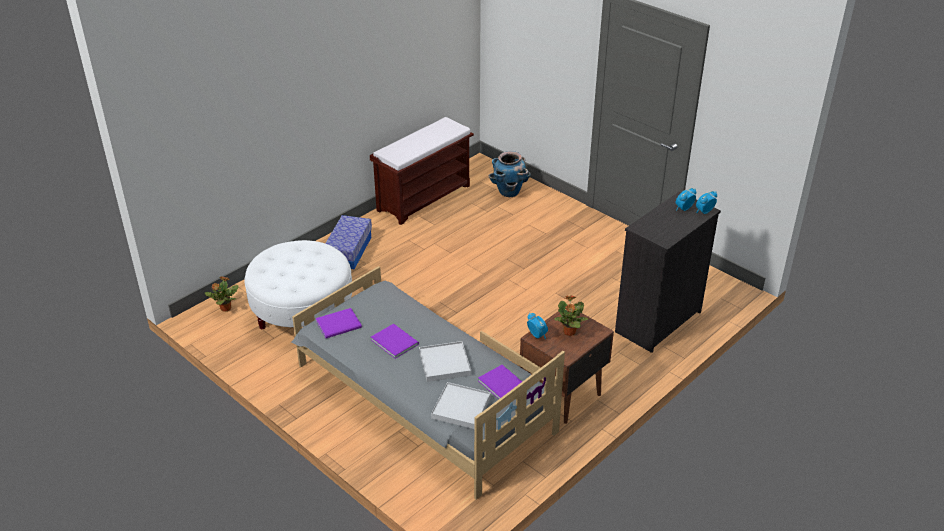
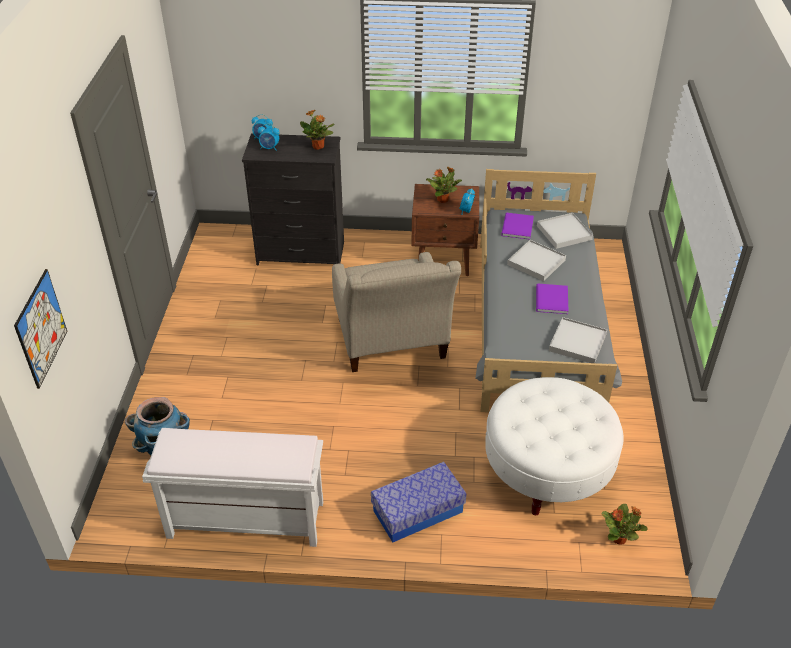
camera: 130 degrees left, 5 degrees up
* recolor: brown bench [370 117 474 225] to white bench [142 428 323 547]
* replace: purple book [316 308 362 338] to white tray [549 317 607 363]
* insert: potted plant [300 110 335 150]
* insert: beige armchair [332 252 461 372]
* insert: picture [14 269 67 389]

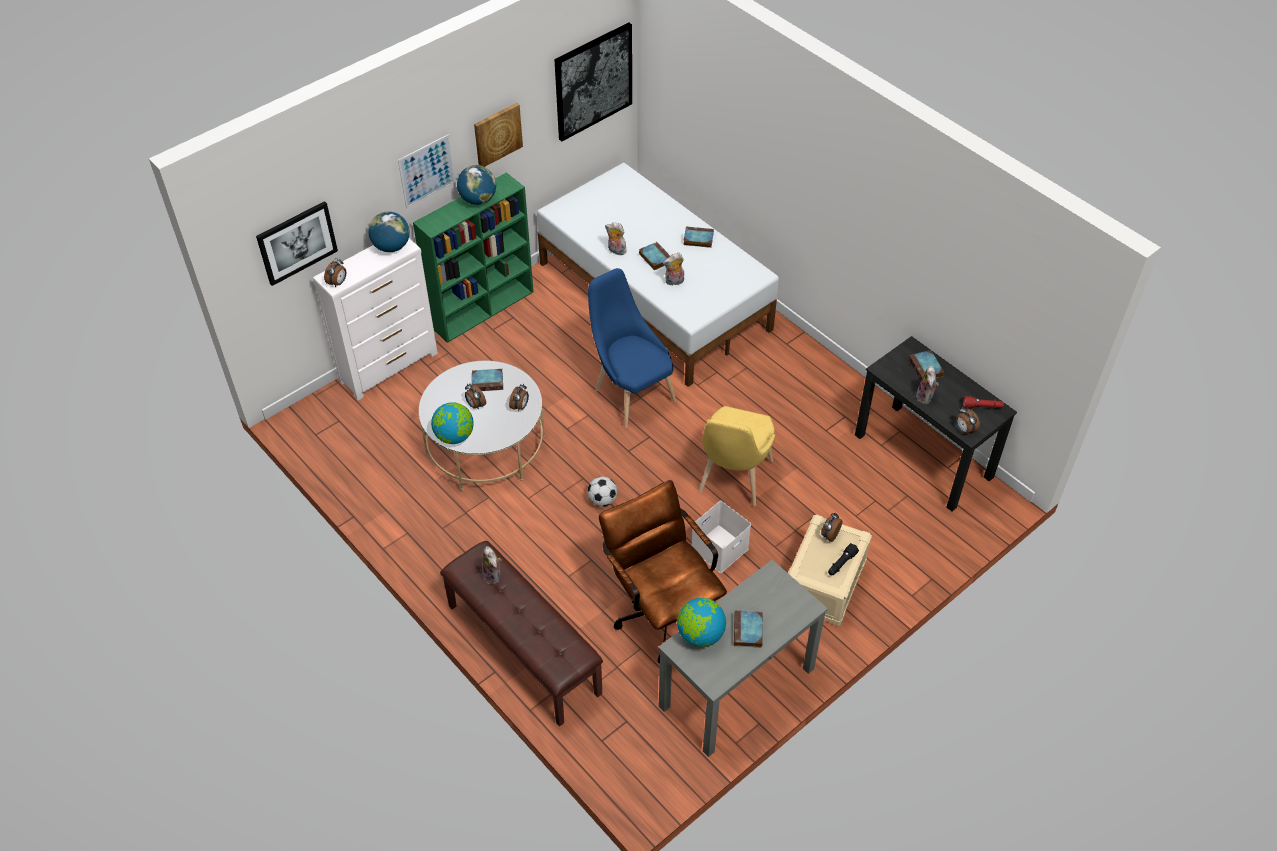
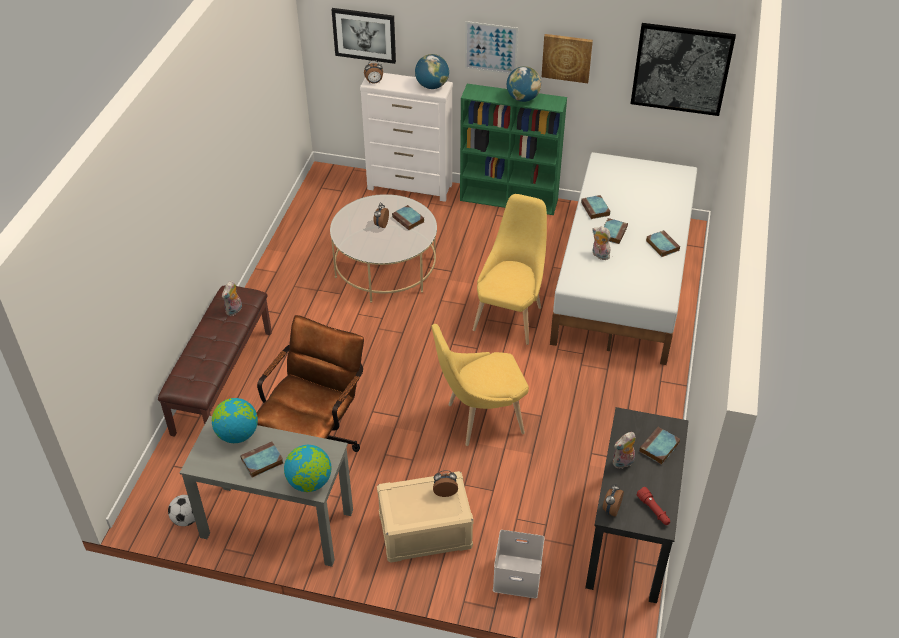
camera: 55 degrees right, 5 degrees down
* replace: plush toy [605 222 627 255] to book [581 195 610 219]
* recolor: blue chair [588 268 676 428] to yellow chair [473 194 547 345]
* delete: alarm clock [509 384 529 412]
* move: globe [431 402 473 444] to [284 445 331 492]
* move: football [588 477 617 506] to [168 495 195 526]
* move: white storage box [692 501 751 573] to [493 530 545 599]
* delete: black flashlight [828 543 859 575]

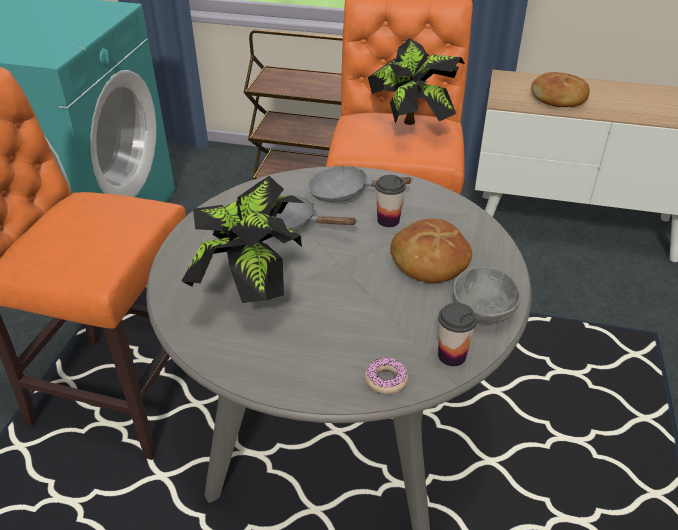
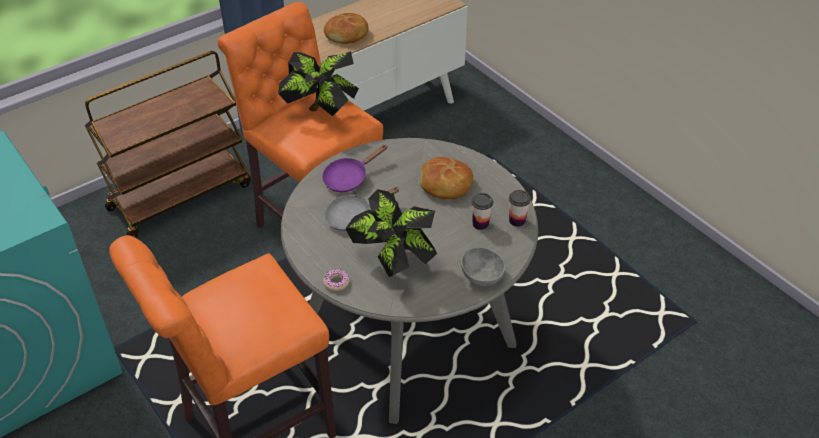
camera: 50 degrees left, 5 degrees up
* recolor: grey frying pan [308 166 413 202] to purple frying pan [322 145 388 192]
* move: cup [375 175 406 227] to [471 193 493 230]
* move: grey bowl [453 267 521 324] to [461 247 505 286]
* move: donut [365 357 408 394] to [323 269 349 291]

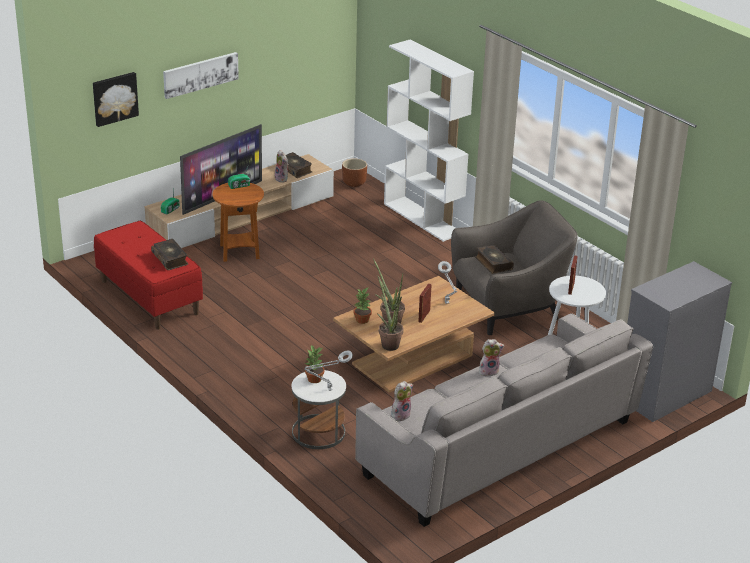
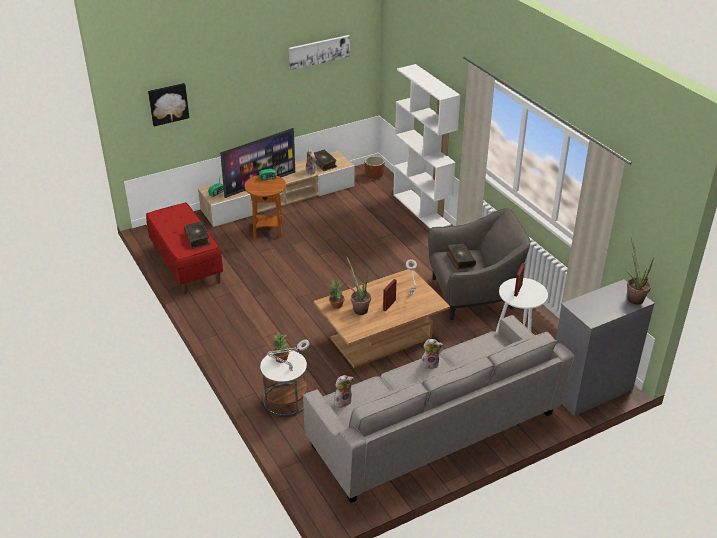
camera: 10 degrees right, 5 degrees up
* move: picture [163 52 239 99] to [289 35 350 70]
* move: potted plant [377 277 404 351] to [626 238 654 305]

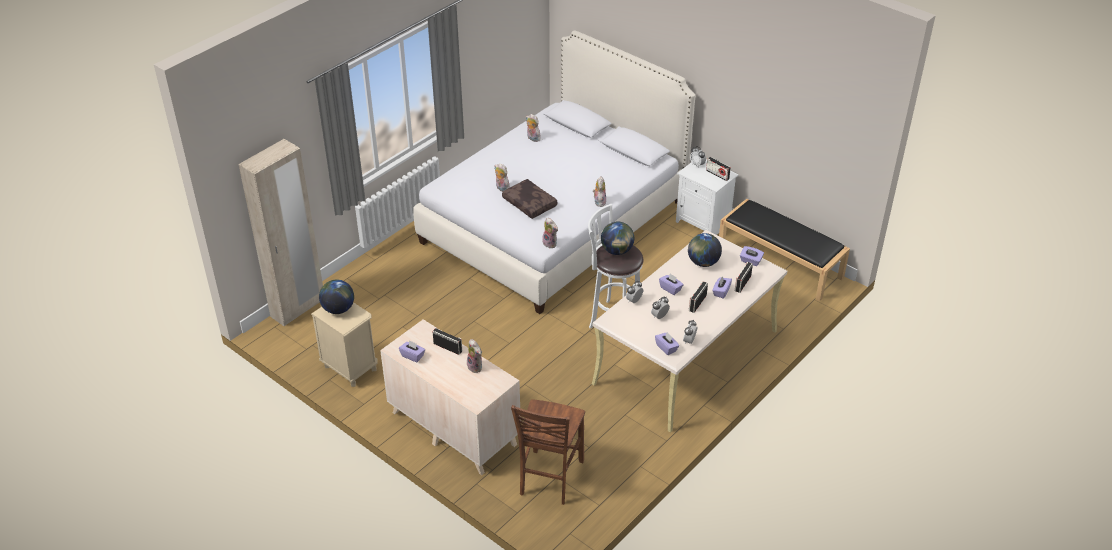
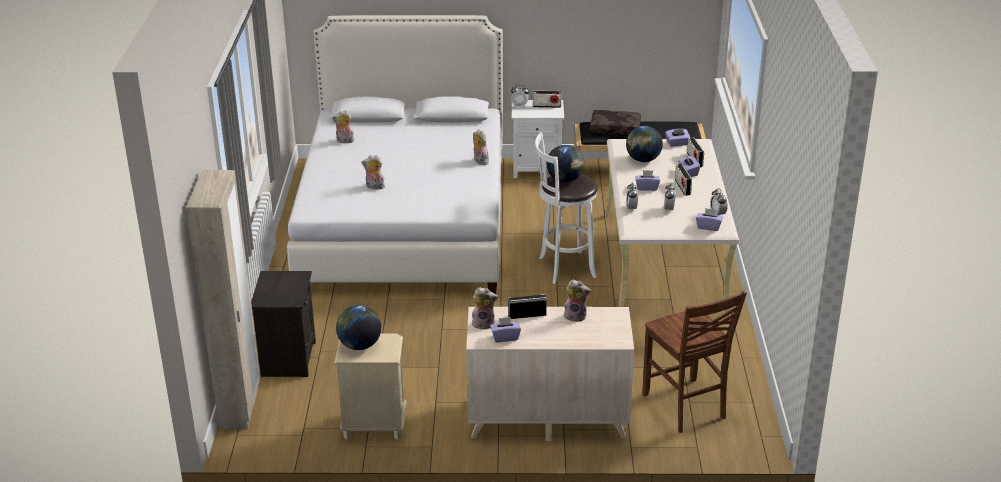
camera: 40 degrees left, 10 degrees down
* move: brown pillow [502 179 557 219] to [590 110 641 135]
* move: plush toy [542 218 558 249] to [472 287 498 329]
* insert: black nightstand [251 271 316 377]

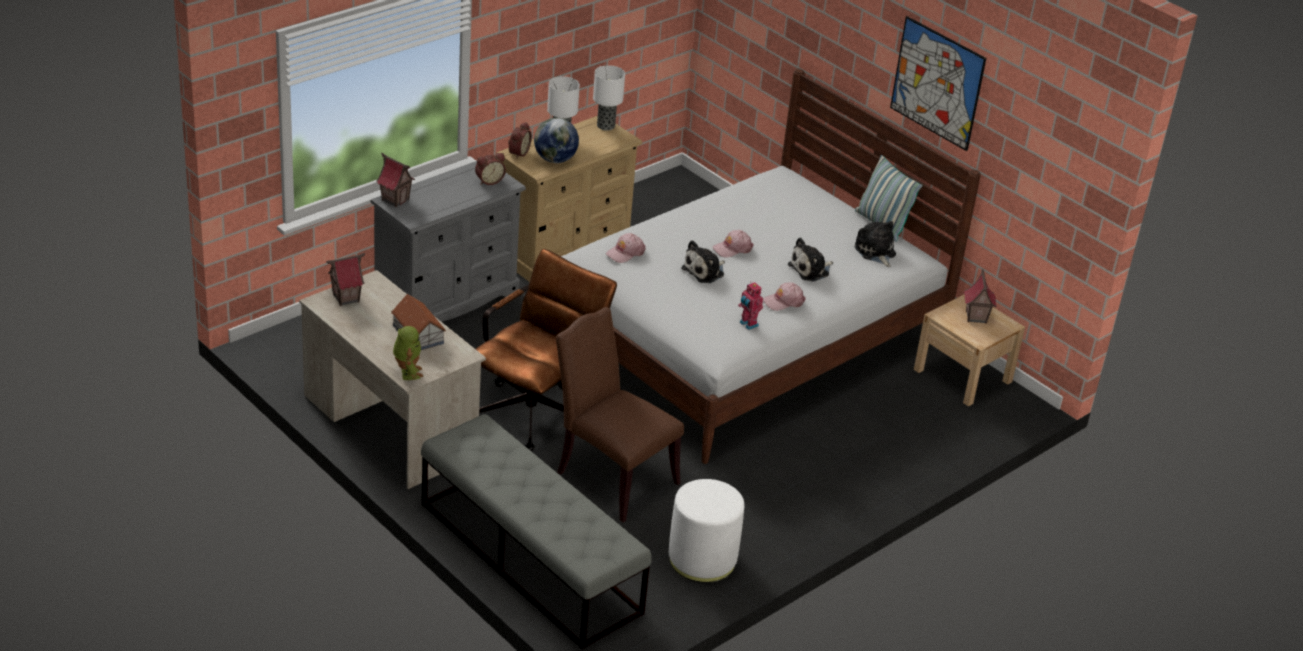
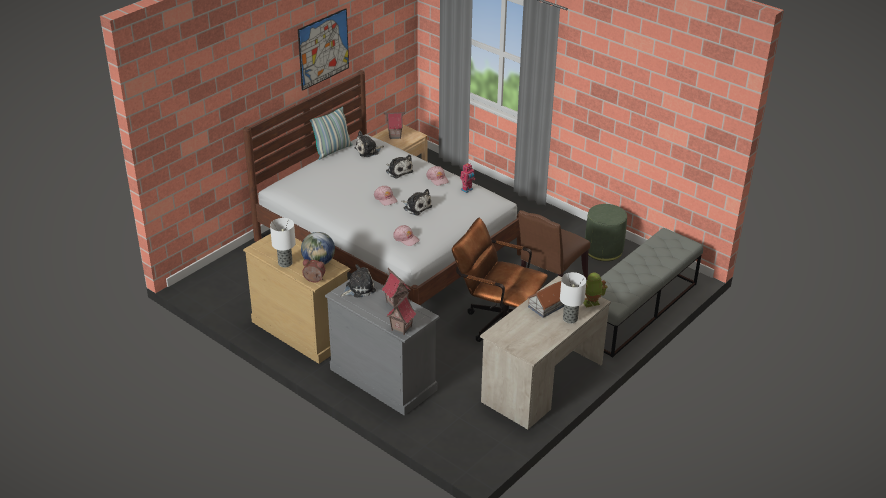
camera: 95 degrees left, 0 degrees up
* move: table lamp [593 65 625 131] to [560 272 587 323]
* replace: alarm clock [475 153 506 185] to plush toy [341 264 376 298]
* move: toy house [326 253 365 306] to [382 268 411 308]
* recolor: white ottoman [669 479 744 583] to green ottoman [585 204 627 261]

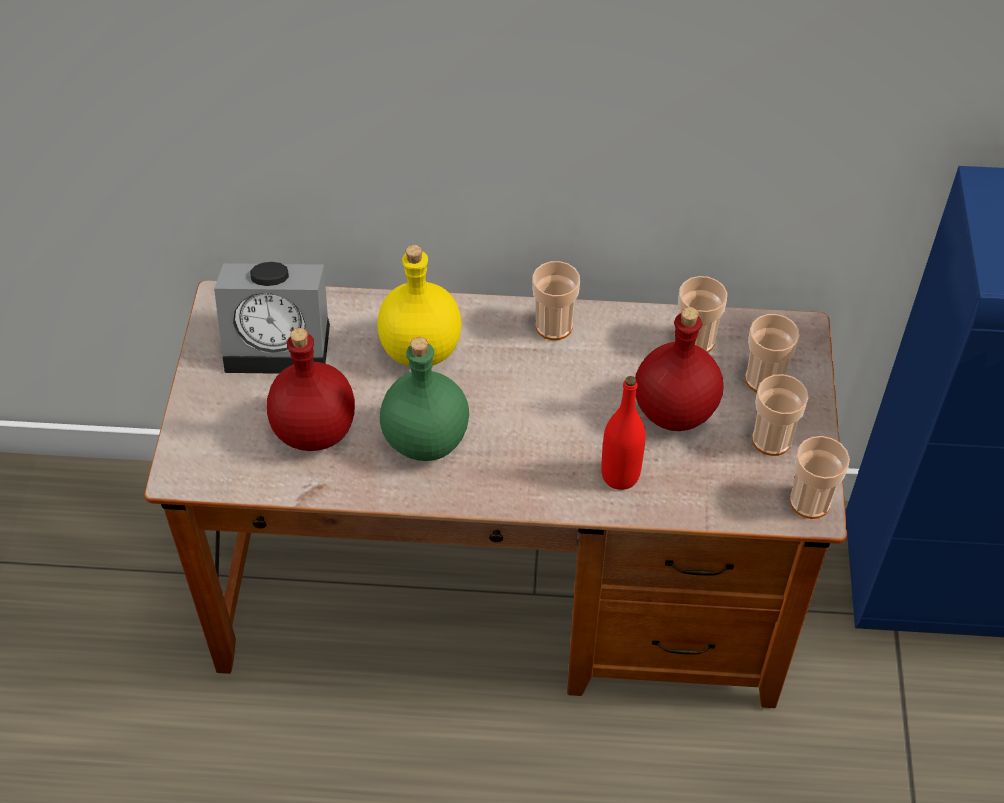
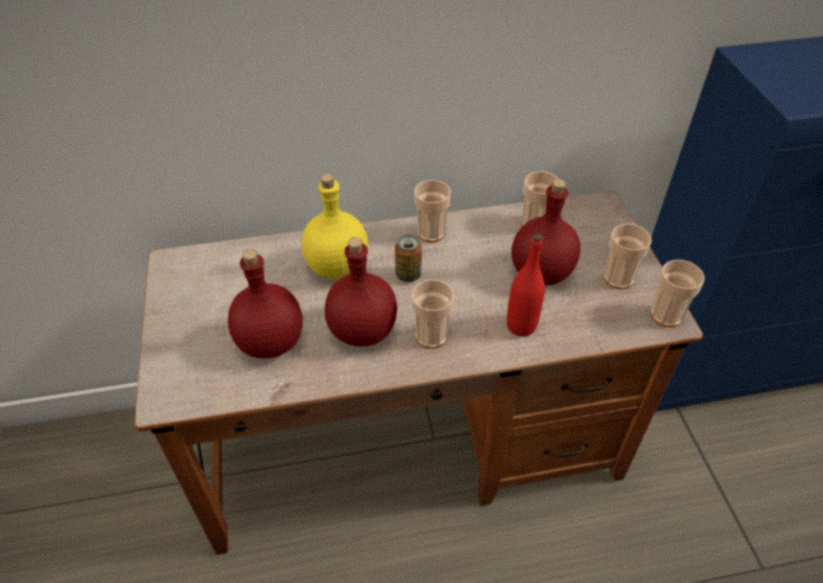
camera: 15 degrees left, 5 degrees down
* delete: alarm clock [214 262 330 374]
* move: cup [745 314 800 392] to [411 280 454 349]
* recolor: green bottle [380 337 469 461] to red bottle [325 237 397 346]
* insert: can [395 235 422 282]

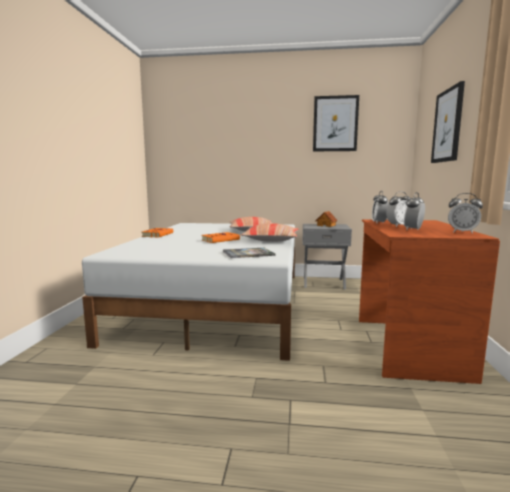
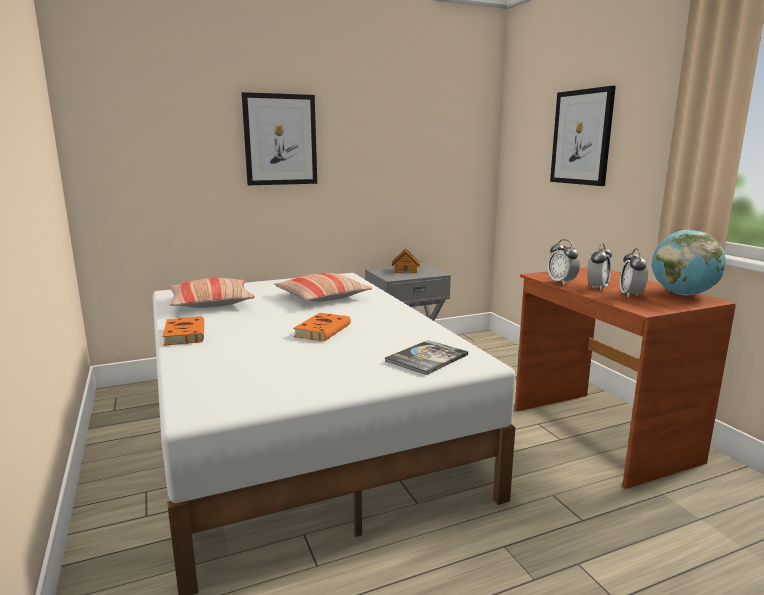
camera: 30 degrees left, 5 degrees up
* move: picture [313 95 359 151] to [241 92 317 185]
* replace: alarm clock [448 193 483 234] to globe [652 230 726 295]
* move: pillow [240 223 298 242] to [170 278 255 308]

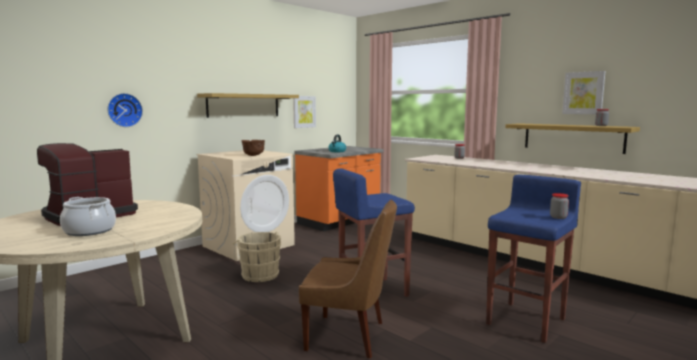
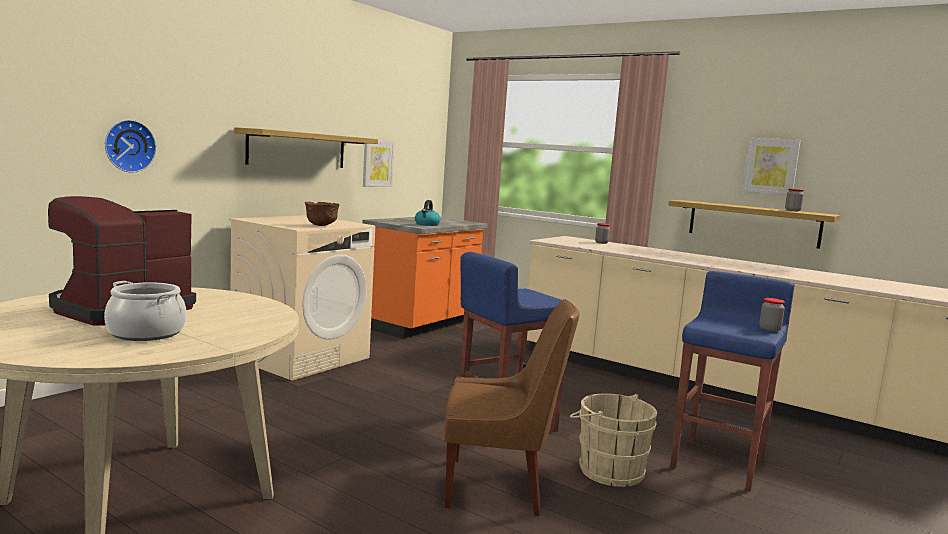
camera: 10 degrees left, 0 degrees up
* move: beige bucket [232 232 281 282] to [570 393 657 487]

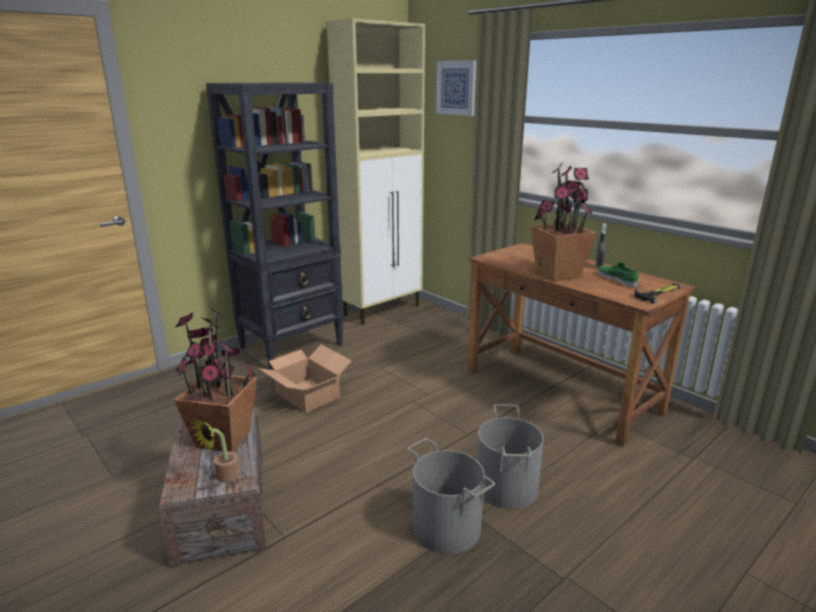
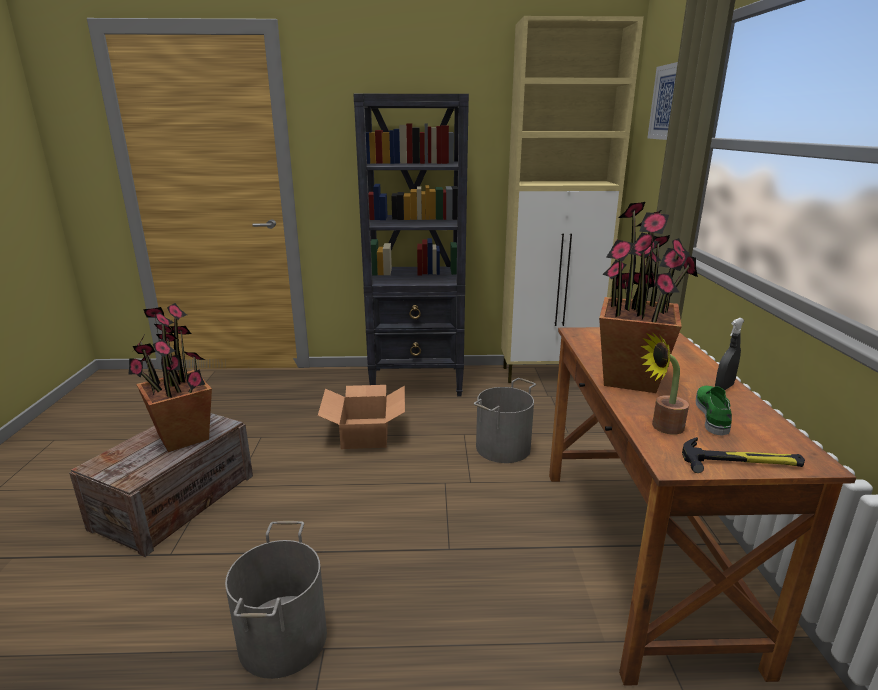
camera: 40 degrees right, 0 degrees up
* move: grey bucket [477 404 544 509] to [474 378 536 463]
* move: potted plant [191 419 240 483] to [641 332 689 435]

